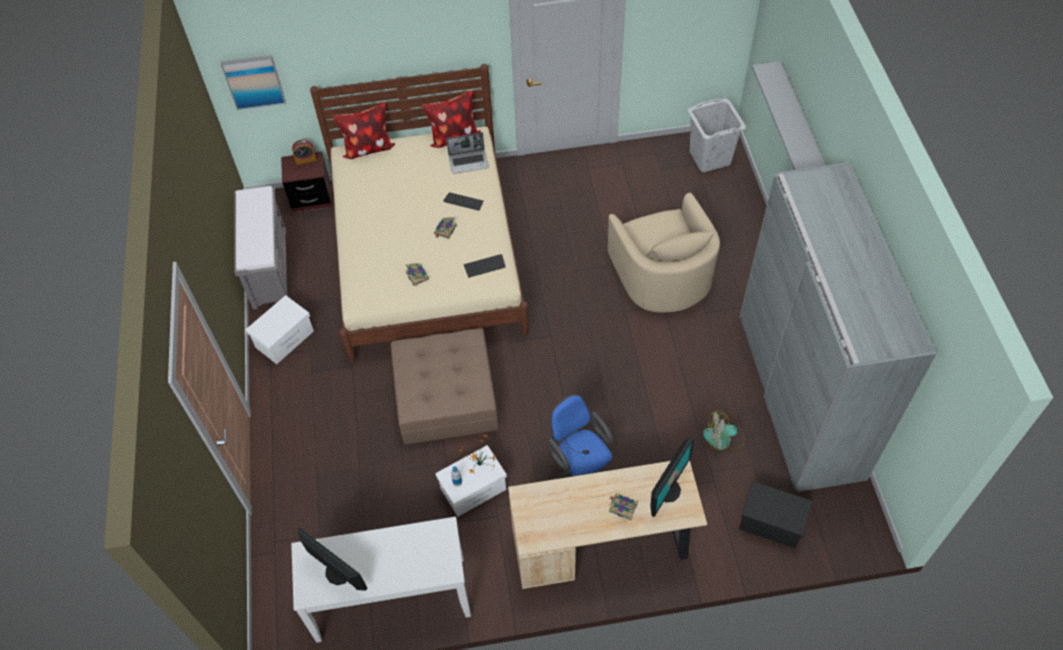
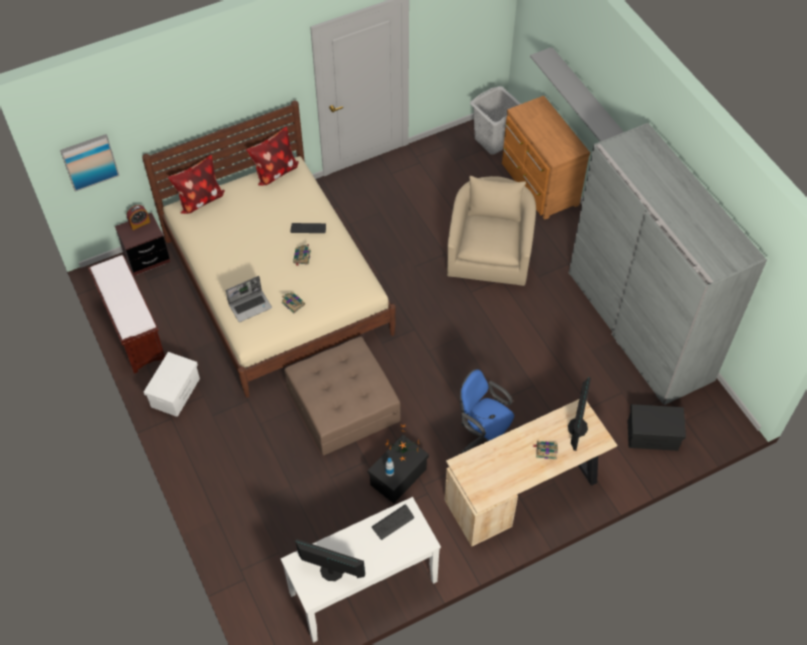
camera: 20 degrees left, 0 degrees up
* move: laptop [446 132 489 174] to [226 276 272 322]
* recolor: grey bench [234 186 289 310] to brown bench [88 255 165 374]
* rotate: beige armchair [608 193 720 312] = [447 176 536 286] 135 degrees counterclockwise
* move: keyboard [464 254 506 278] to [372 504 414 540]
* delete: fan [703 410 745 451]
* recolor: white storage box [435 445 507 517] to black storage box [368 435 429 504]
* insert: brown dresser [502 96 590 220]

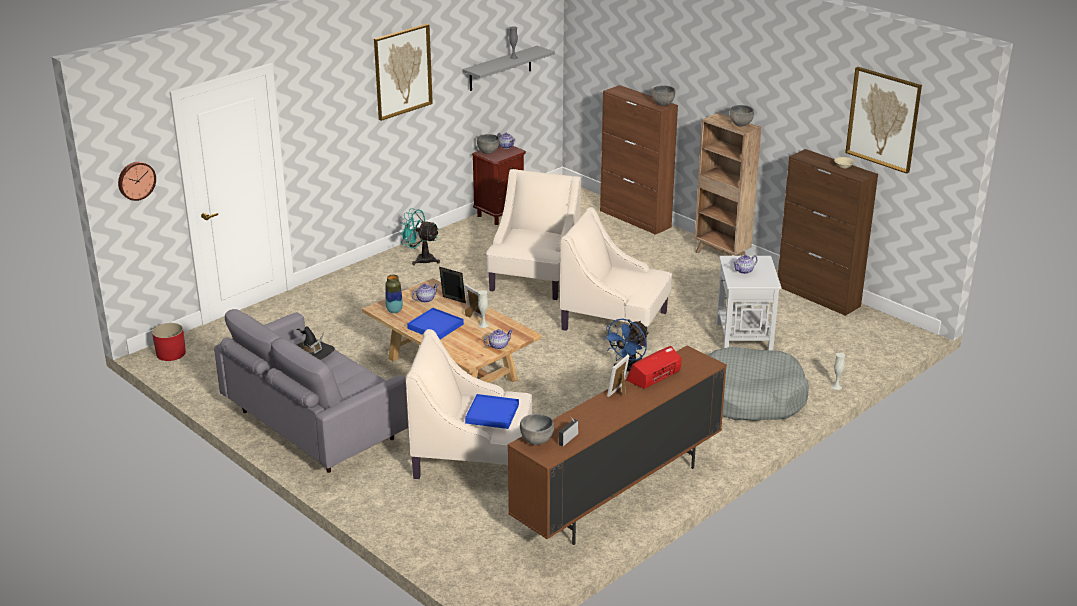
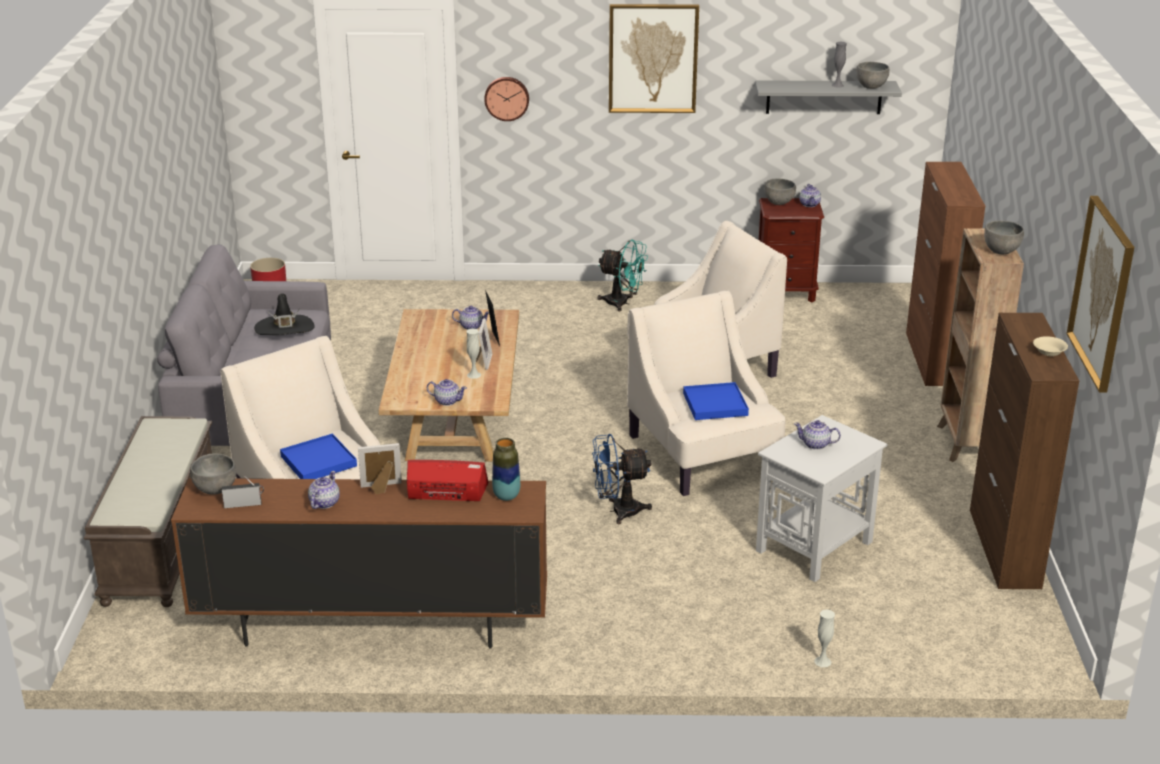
camera: 45 degrees right, 0 degrees up
* move: grey bowl [652 85 675 106] to [857 62 890 89]
* move: wall clock [118 162 156 201] to [484 77 529 121]
* rotate: turquoise fan [399 209 440 265] = [597 240 648 311] 135 degrees clockwise
* move: vase [385 275 403 313] to [492 438 520 501]
* move: blue tray [407 308 464 339] to [683 382 749 420]
* delete: grey dog bed [708 347 809 421]
* insert: brown bench [84 416 212 607]
* insert: teapot [308 471 340 509]

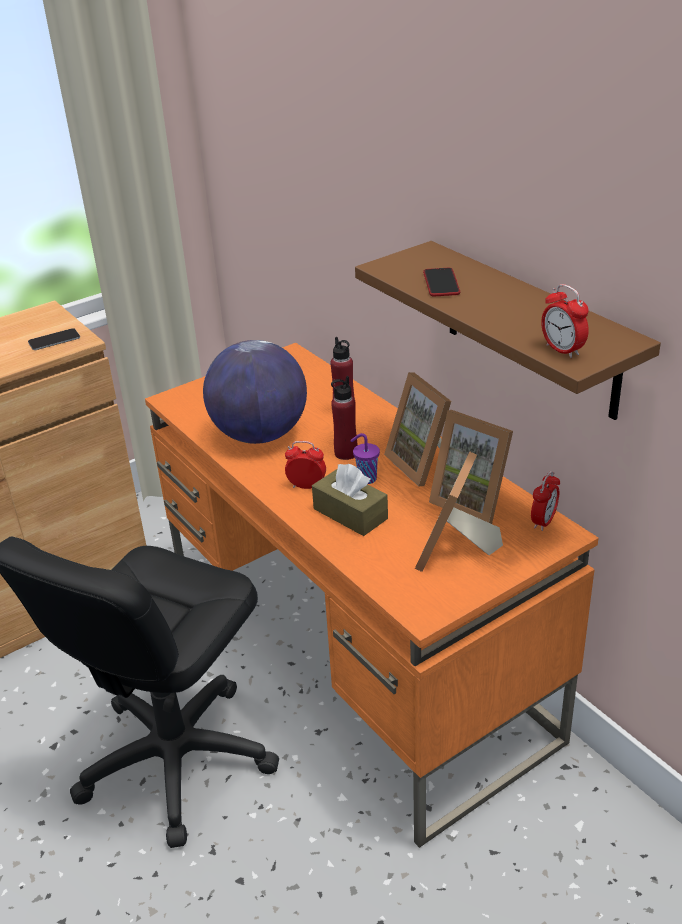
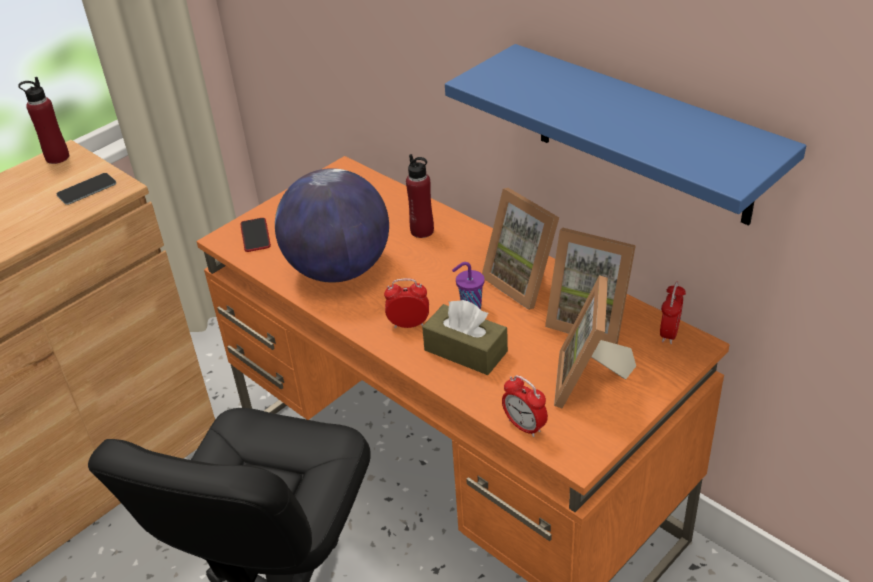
camera: 10 degrees left, 5 degrees up
* recolor: brown shelf [355 241 661 420] to blue shelf [445 44 806 226]
* move: phone [423 268 460 296] to [240 218 271 252]
* move: alarm clock [541 284 589 358] to [502 375 548 437]
* move: red bottle [331 376 358 460] to [18 77 69 164]

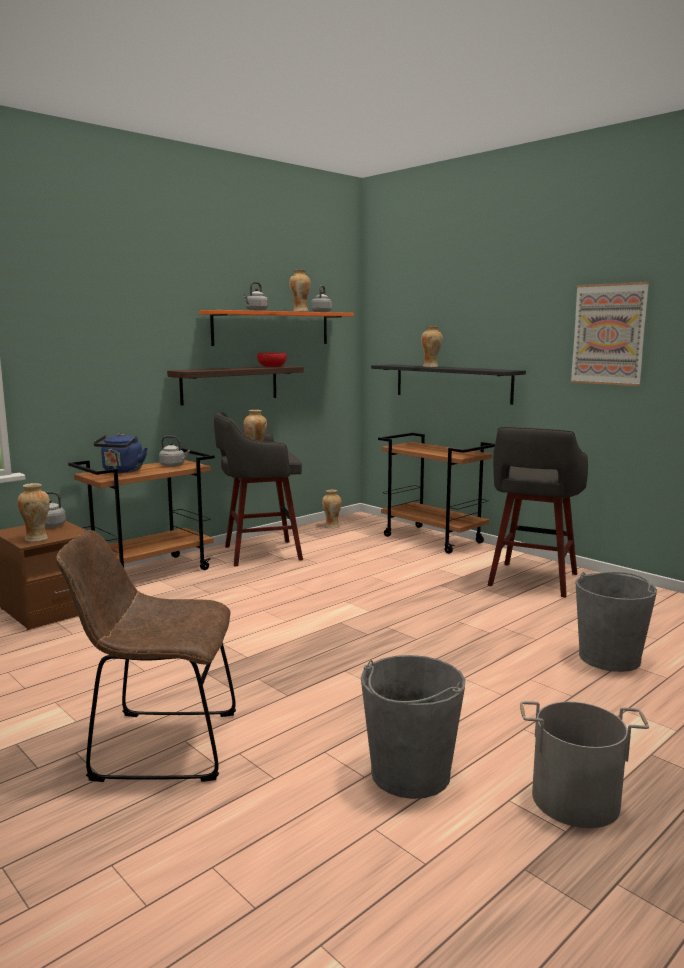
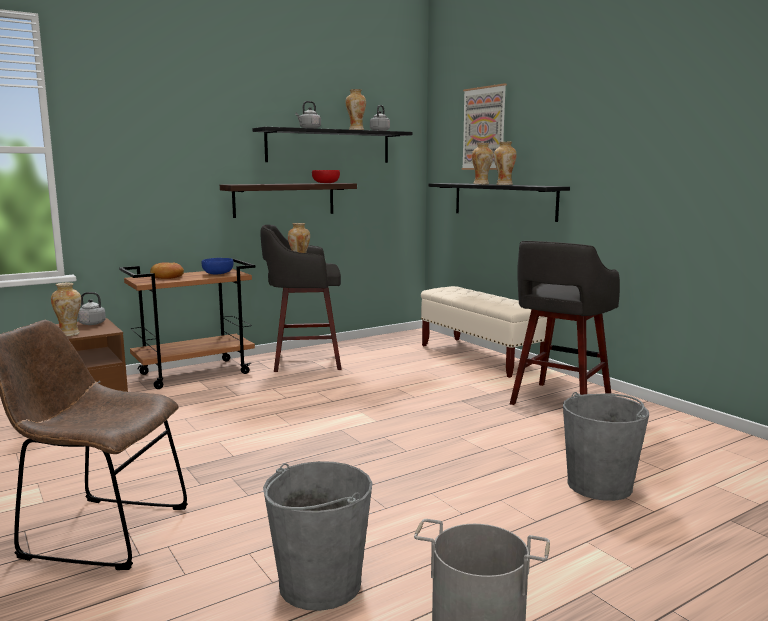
camera: 10 degrees right, 0 degrees up
* move: picture [570 282 649 386] to [461 84 507 170]
* recolor: orange shelf [199 310 354 346] to black shelf [253 127 412 163]
* replace: blue kettle [93 433 147 473] to bread [150 262 184 279]
* replace: brown cart [378 433 495 554] to beige bench [421 286 547 378]
* replace: grey kettle [159 436 190 467] to blue bowl [202 258 234 275]
* move: vase [322 490 342 528] to [494 142 517 185]

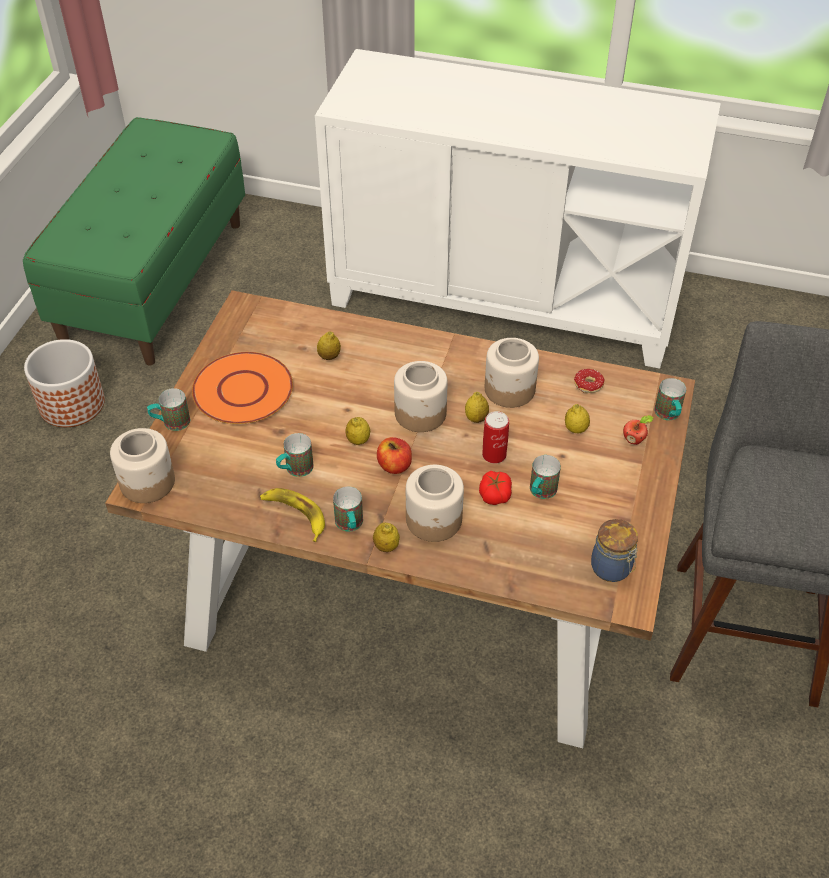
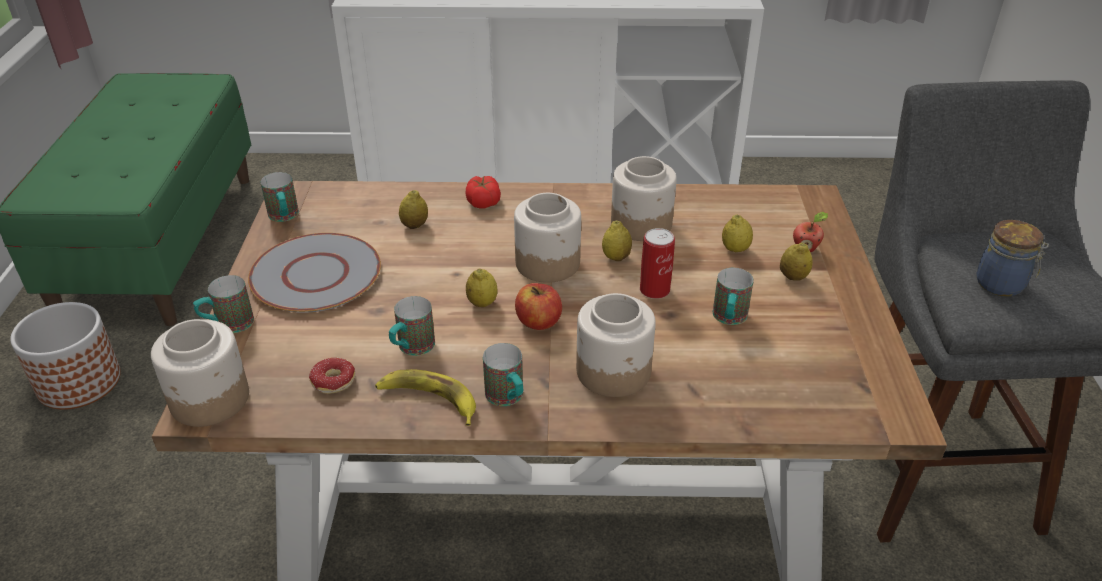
camera: 15 degrees left, 10 degrees down
* recolor: orange plate [192 352 293 424] to grey plate [248 233 381 313]
* move: donut [574 369 604 393] to [309 358 355 394]
* move: mug [654 378 686 420] to [261 172 299 222]
* move: tomato [479 471 512 505] to [466 175 501 209]
* move: jar [591 519 638 582] to [976 220 1049 297]
* move: lemon [373 523 400 552] to [780 243 812 281]

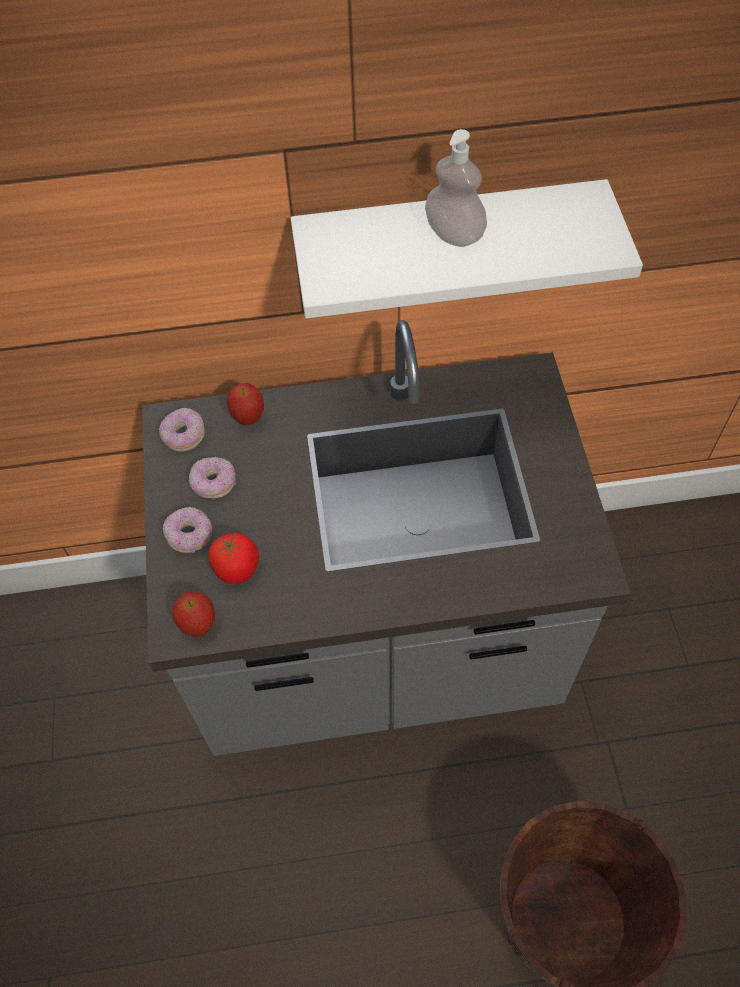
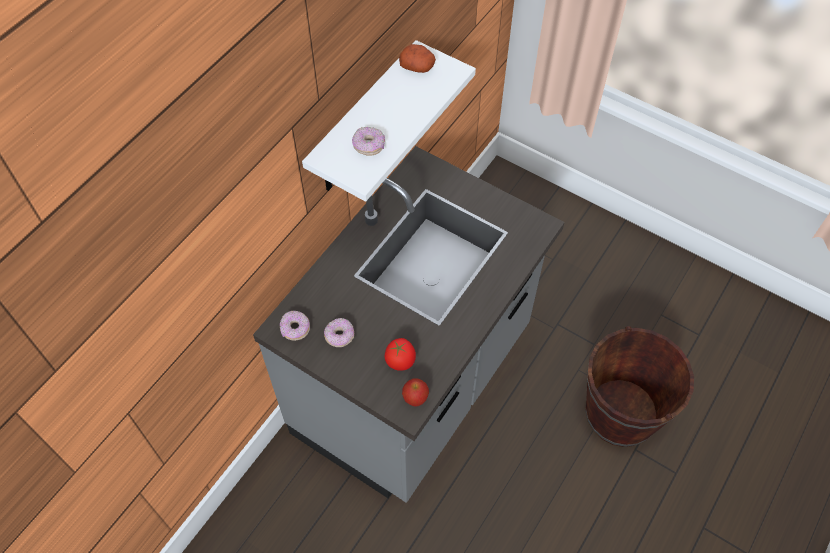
camera: 50 degrees left, 0 degrees up
* delete: soap dispenser [425 129 487 247]
* delete: apple [227 383 264 425]
* move: donut [163 506 212 553] to [352 127 385 156]
* insert: potato [399 44 436 73]

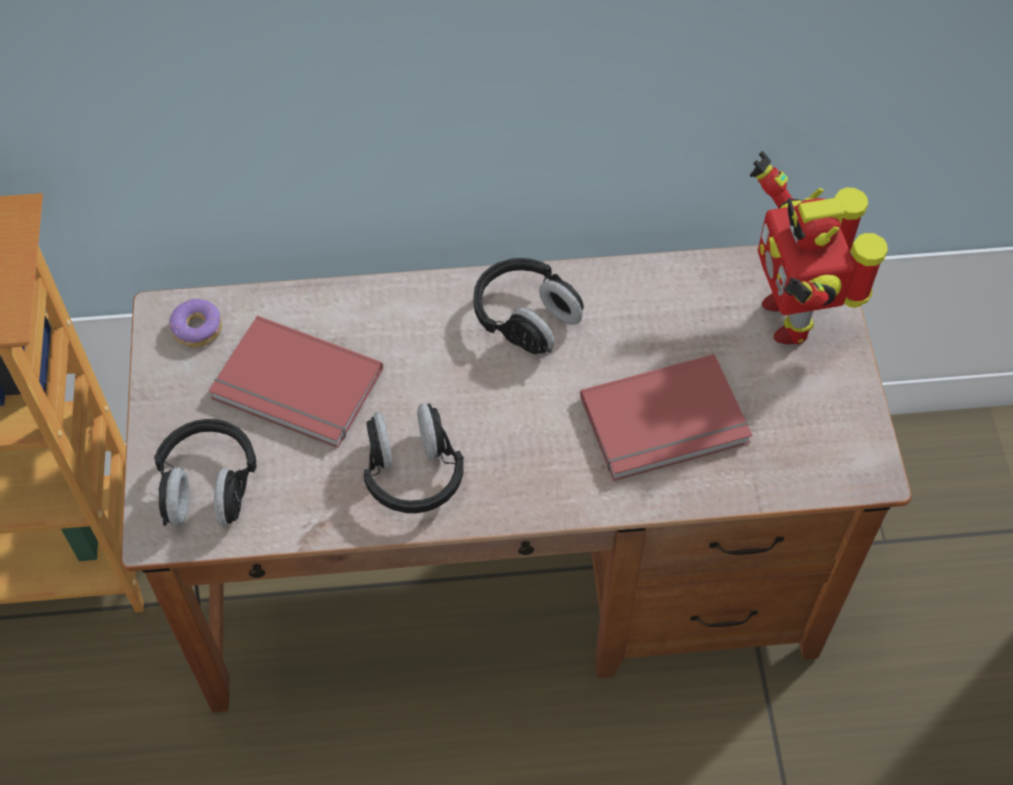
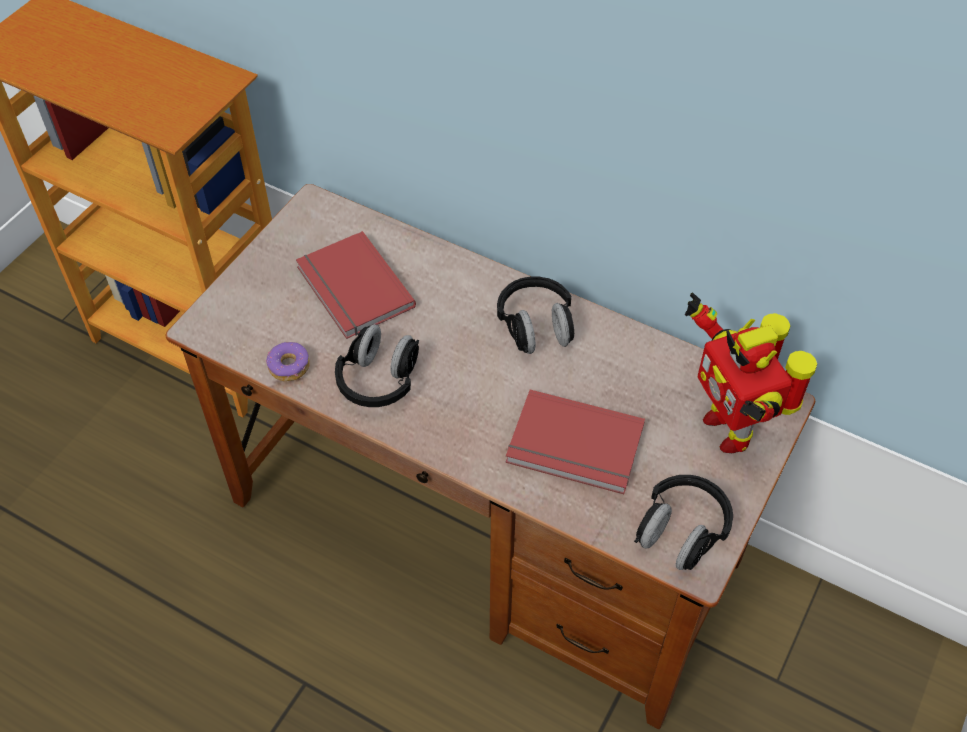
camera: 35 degrees right, 5 degrees down
* rotate: toy robot [750 151 888 344] = [685 292 817 453] 45 degrees counterclockwise
* move: donut [169 299 222 348] to [266 342 310 381]
* move: black headphones [154 419 256 527] to [634 475 733 570]

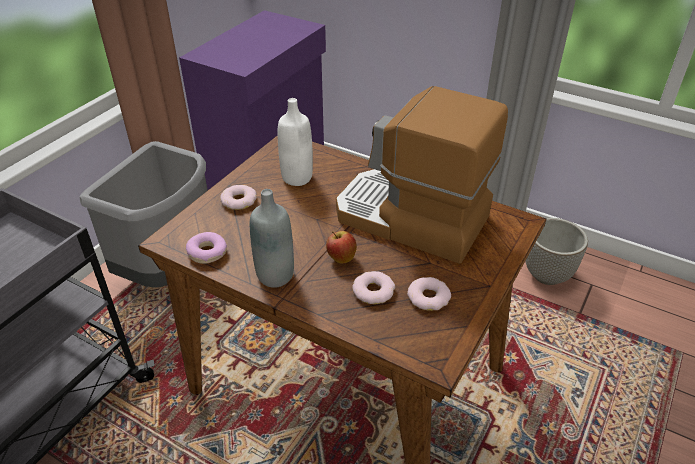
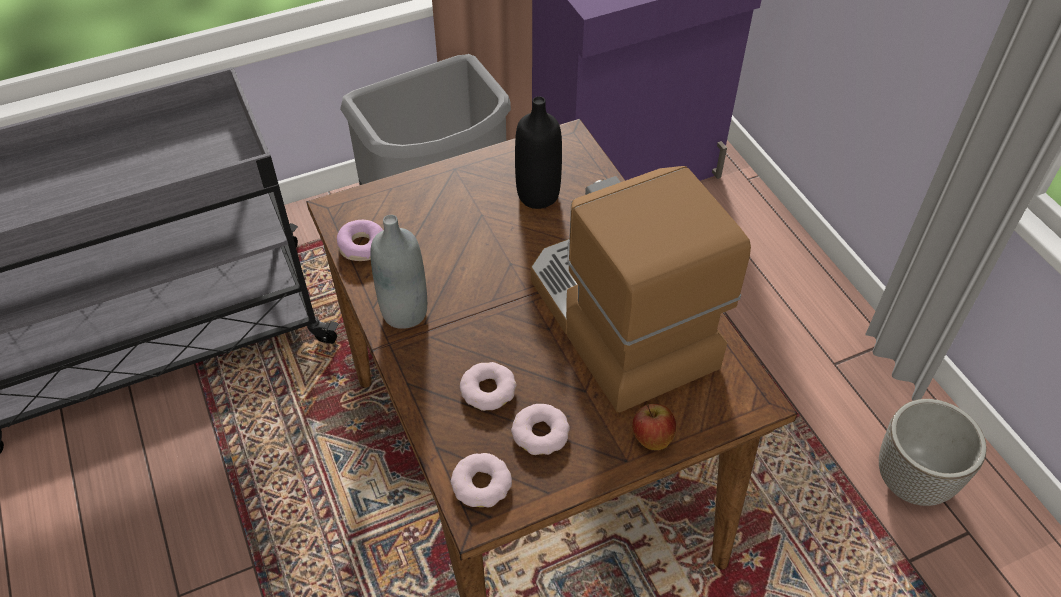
camera: 35 degrees right, 10 degrees up
* recolor: white bottle [278 98 313 186] to black bottle [515 96 562 209]
* move: donut [220 185 257 210] to [451 453 512 507]
* move: apple [326 231 357 263] to [632 404 676 450]

